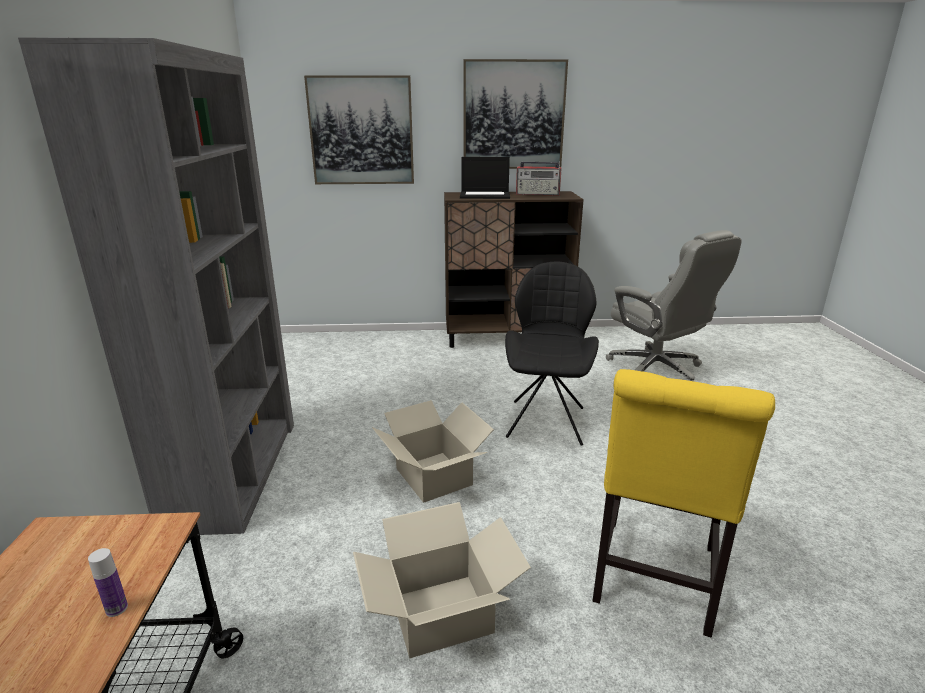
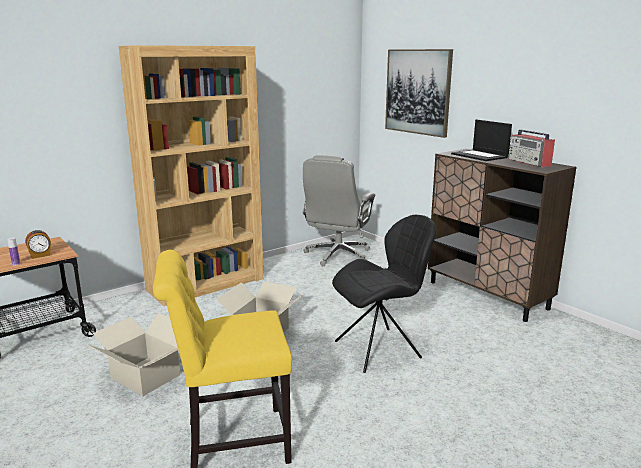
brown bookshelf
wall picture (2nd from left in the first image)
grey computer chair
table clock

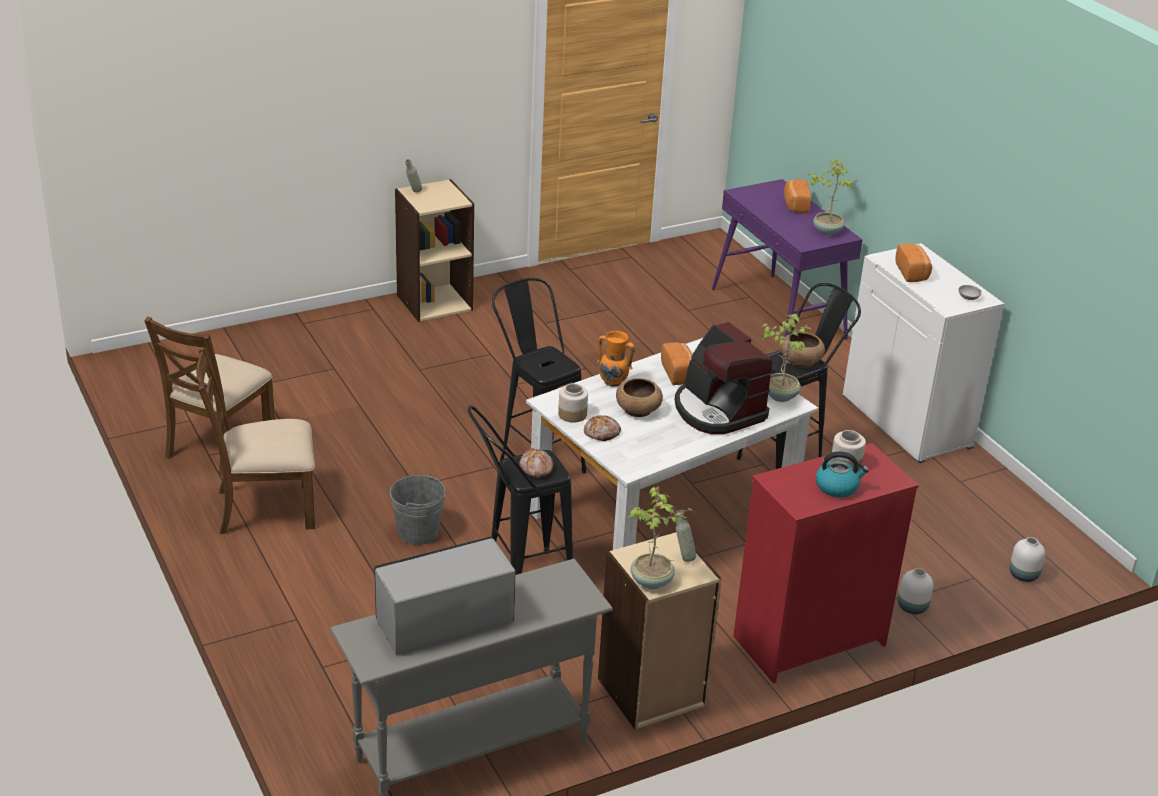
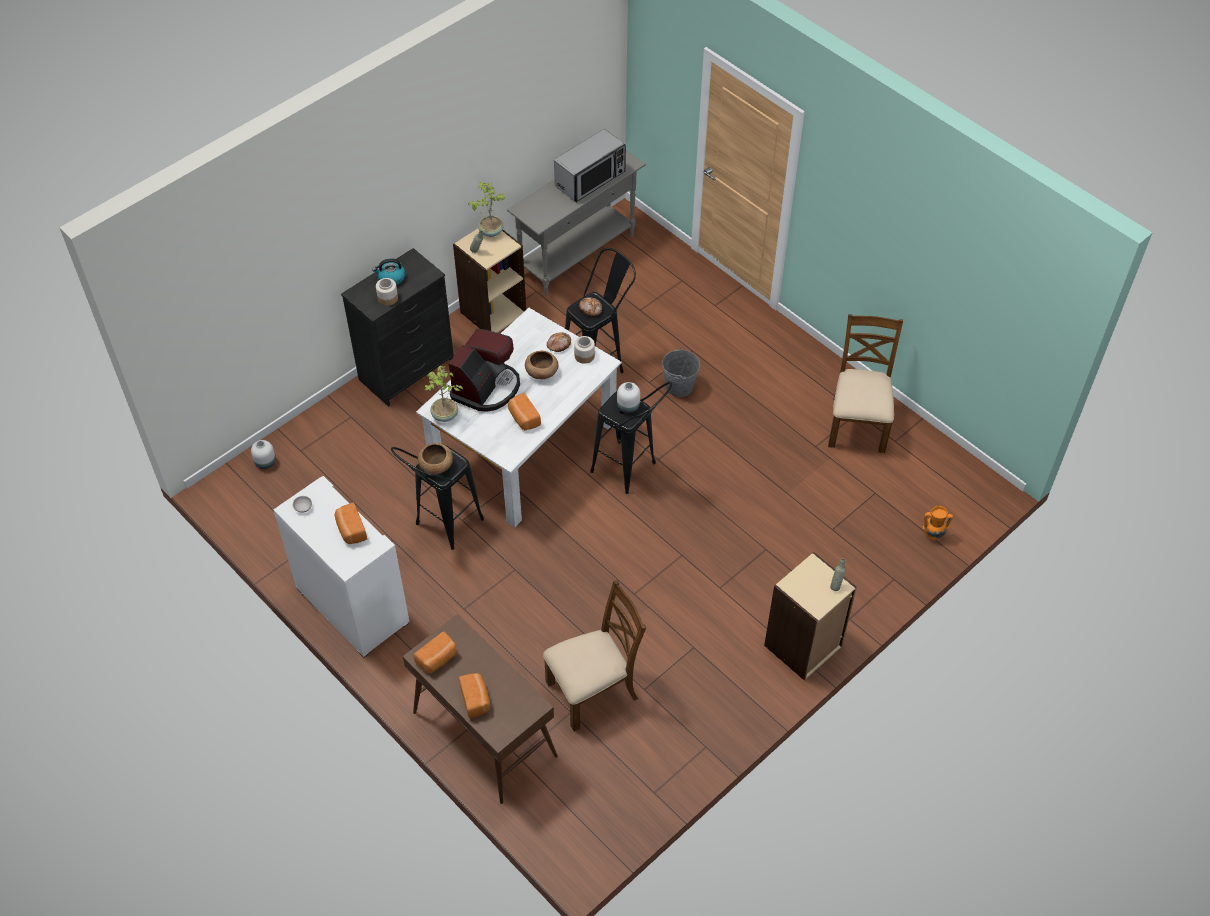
bakery bread (2nd from left)
brown console table
coffee brewer
orange-coloured flower vase
brown upright chair (1st from left)
black chest of drawers
white-coloured flower vase (2nd from left)

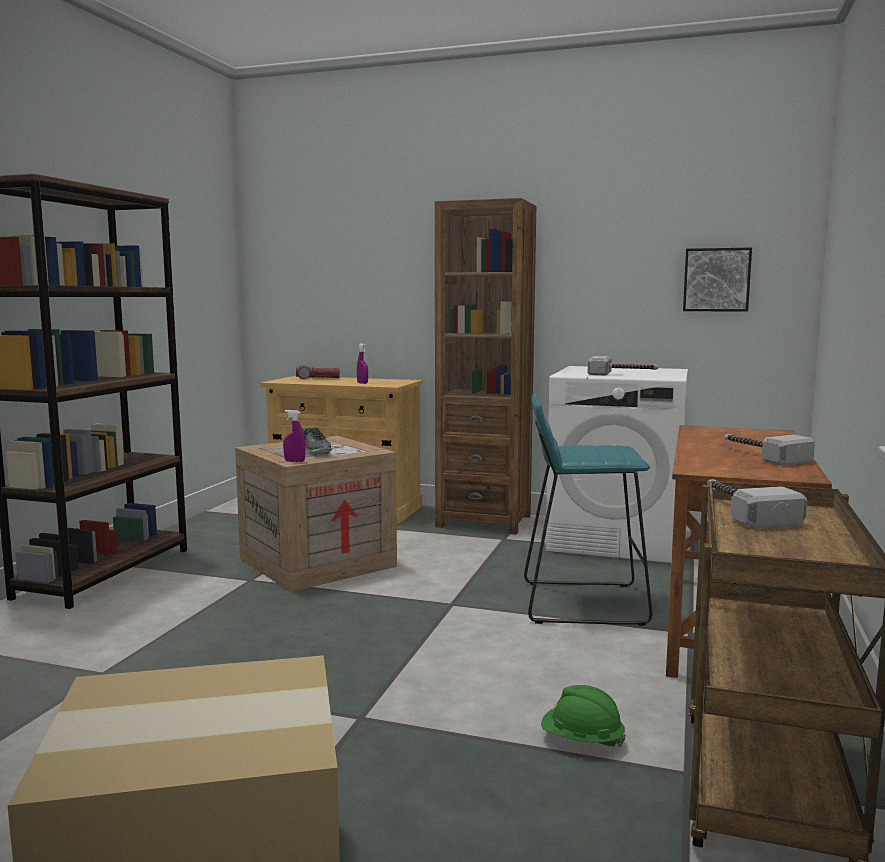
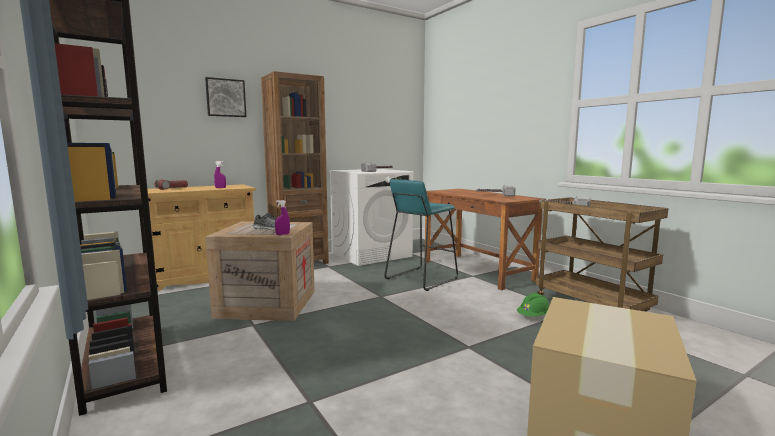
wall picture

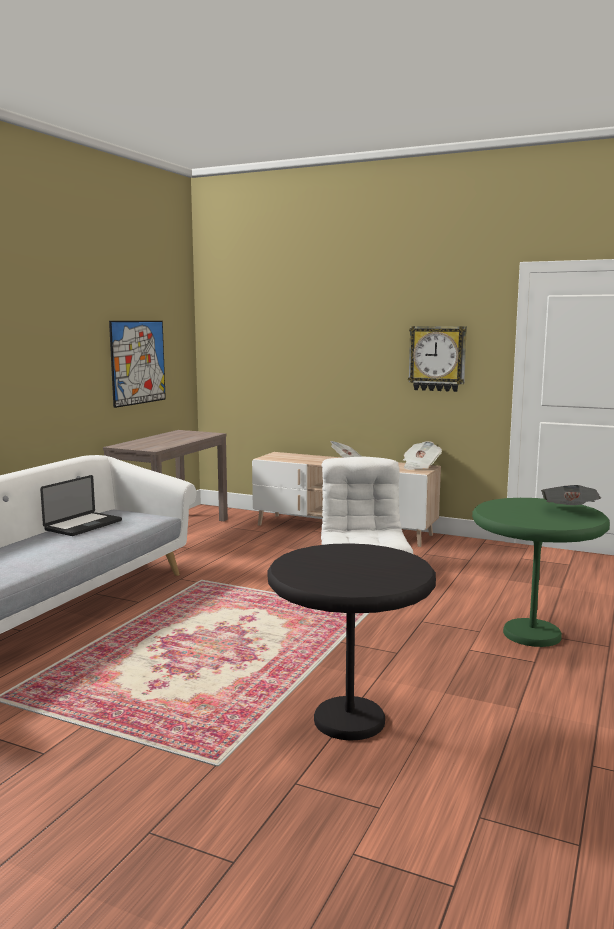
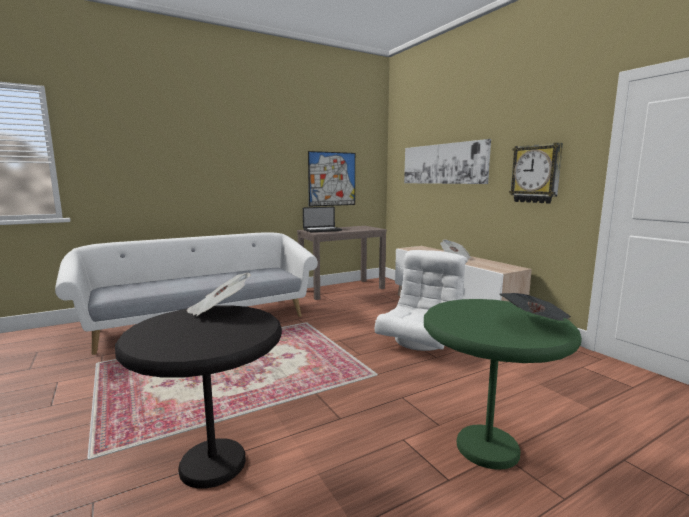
printed paper (1st from left)
laptop
wall picture (2nd from left)

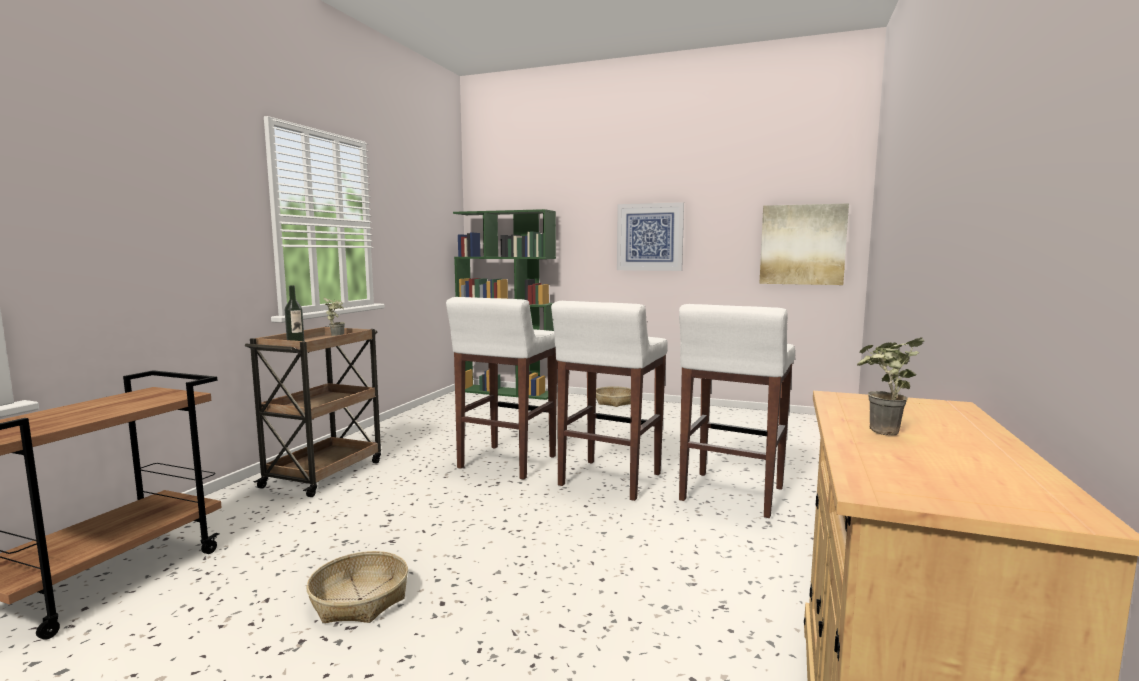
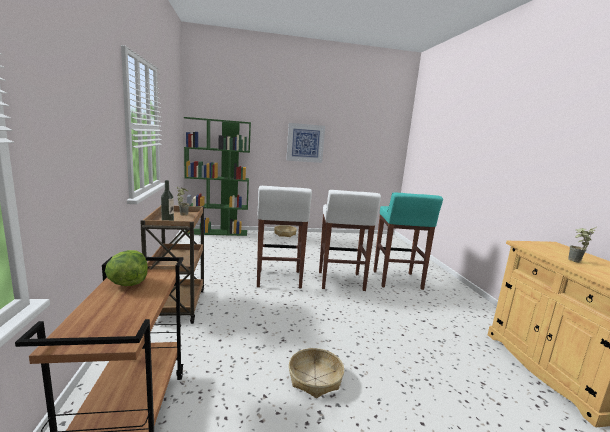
wall picture (2nd from left in the first image)
blue-green sitting stool
lettuce

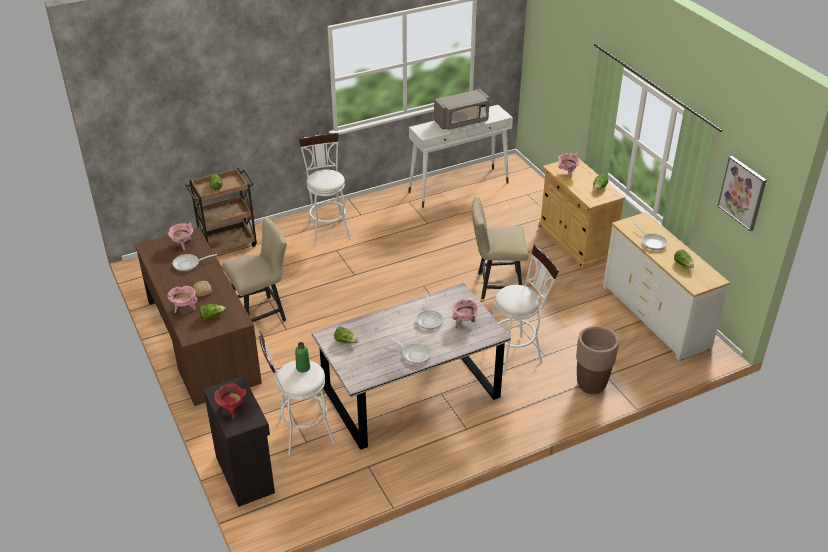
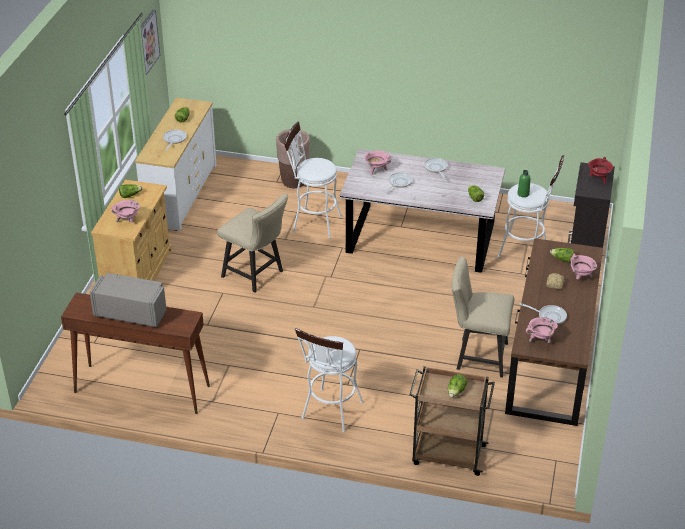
brown console table

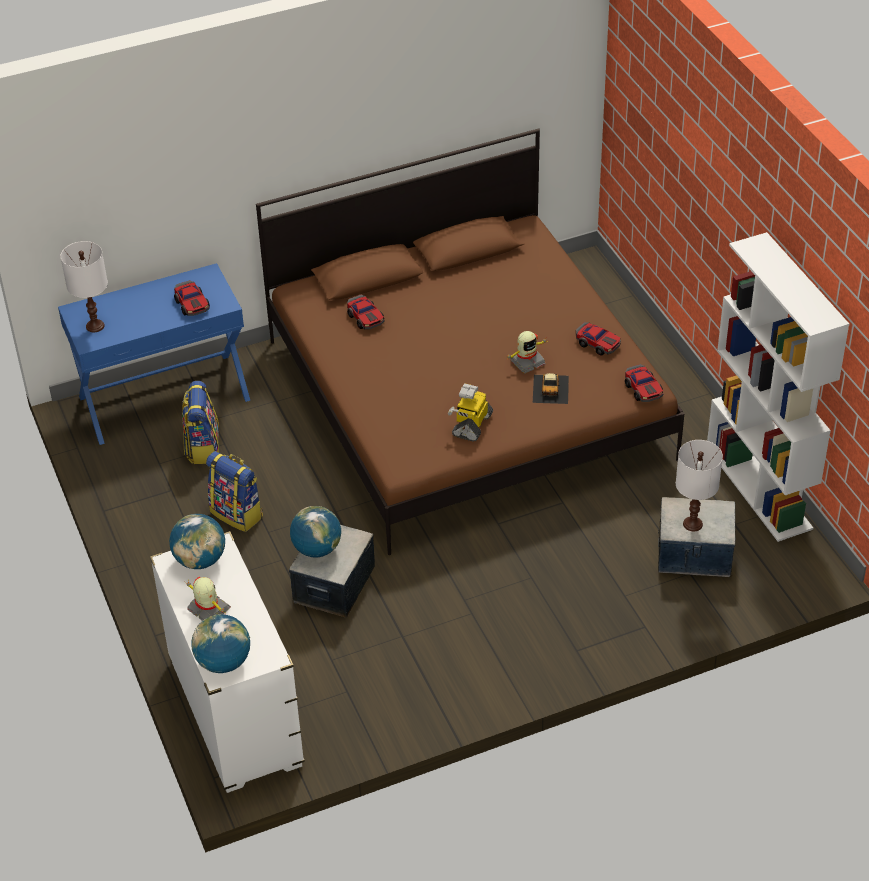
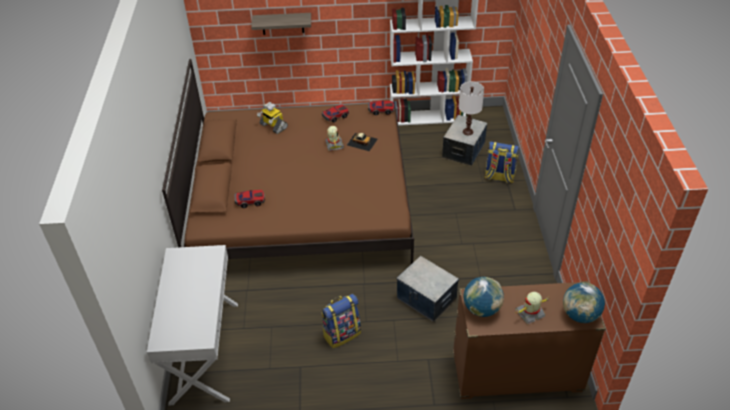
white-coloured tabletop lamp (1st from left in the first image)
white-coloured console table
model car (1st from left in the first image)
knapsack (2nd from left)
toy robot (1st from left)
desk globe (3rd from left in the first image)
brown chest of drawers
shelf

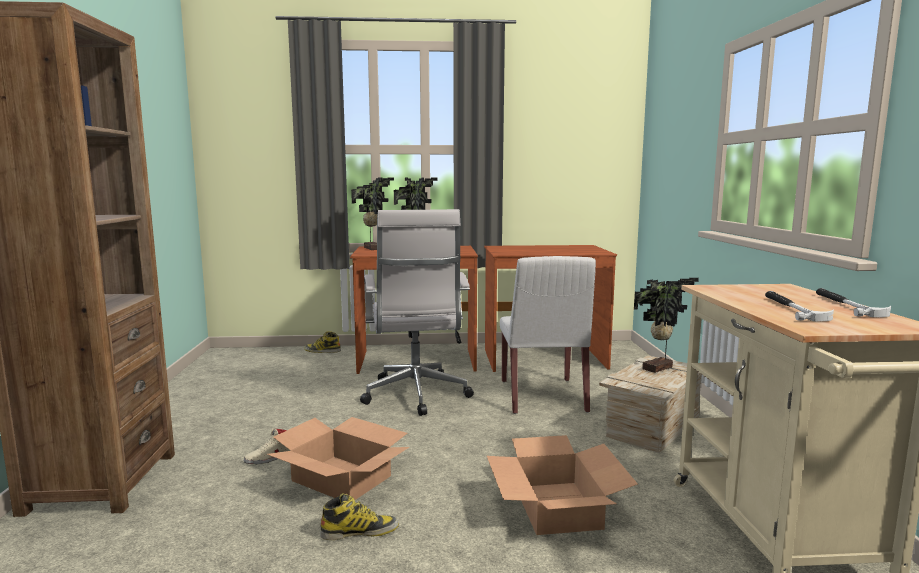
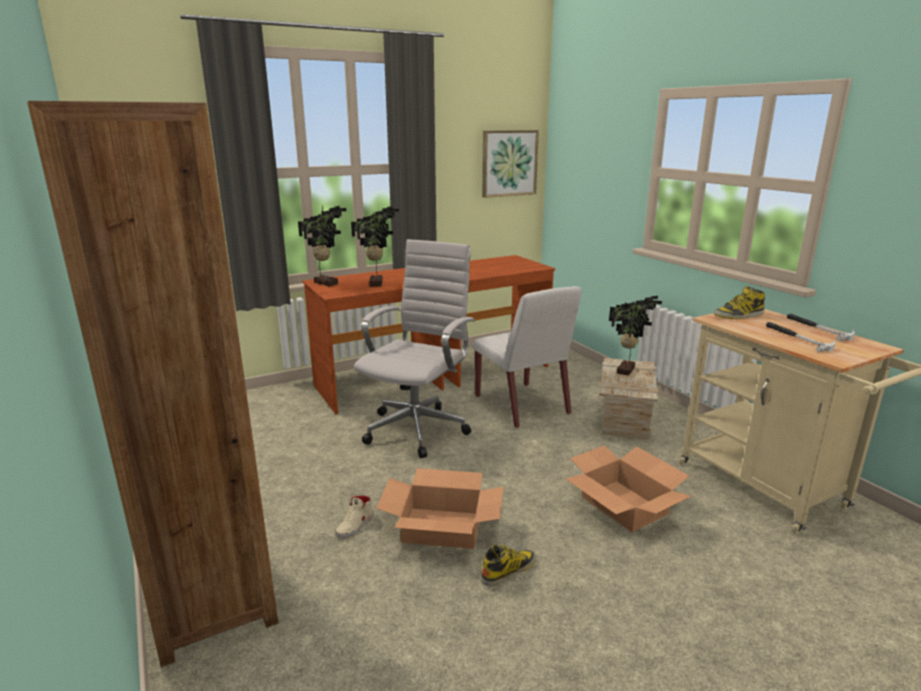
white-coloured computer chair
tall boot (2nd from left)
wall picture

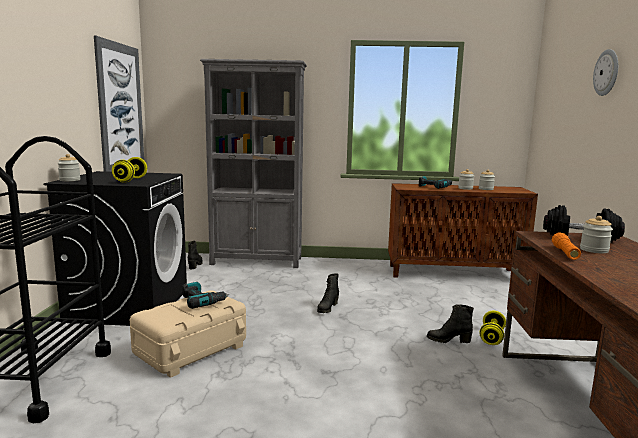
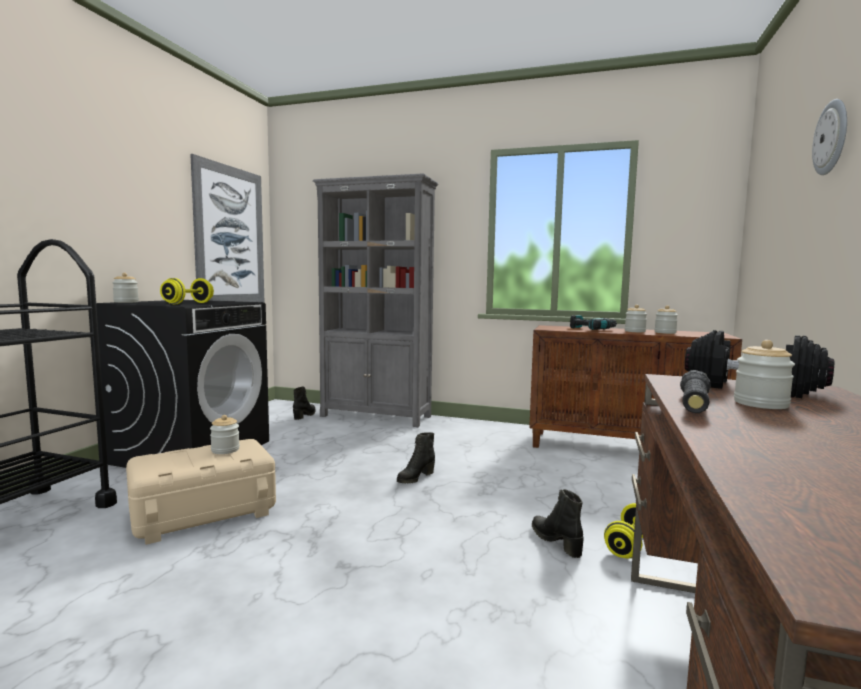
black torch
preserve jar (2nd from left)
black tall boot (3rd from left)

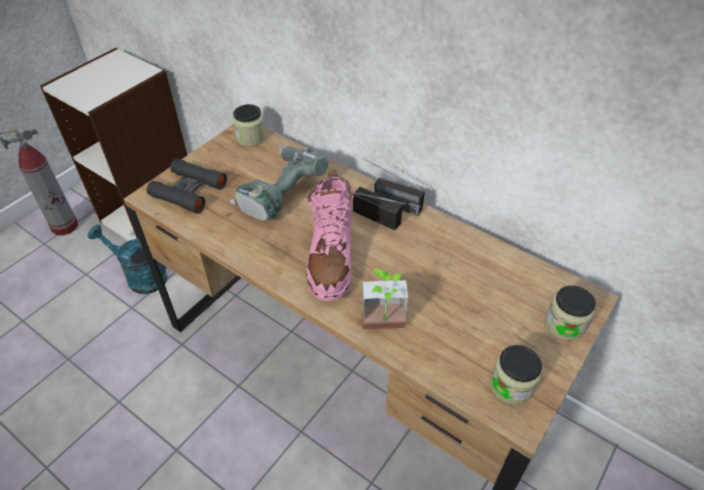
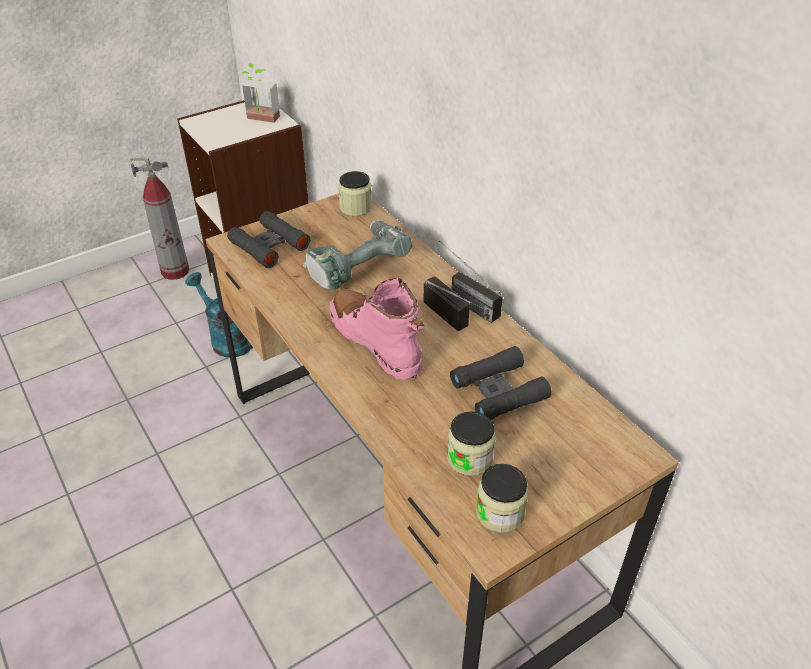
pinkish tall boot
plant in a pot
preserve jar (2nd from left)
black binoculars (2nd from left)

